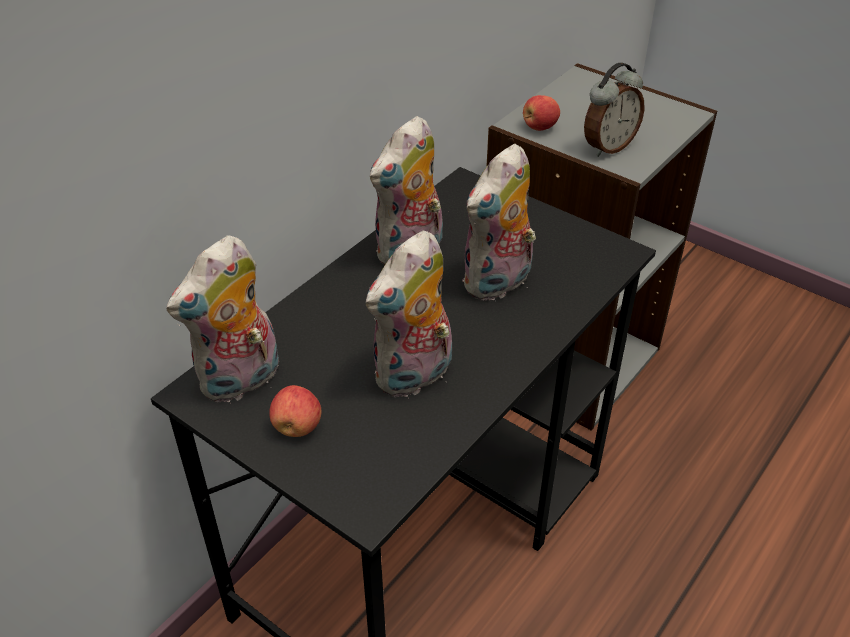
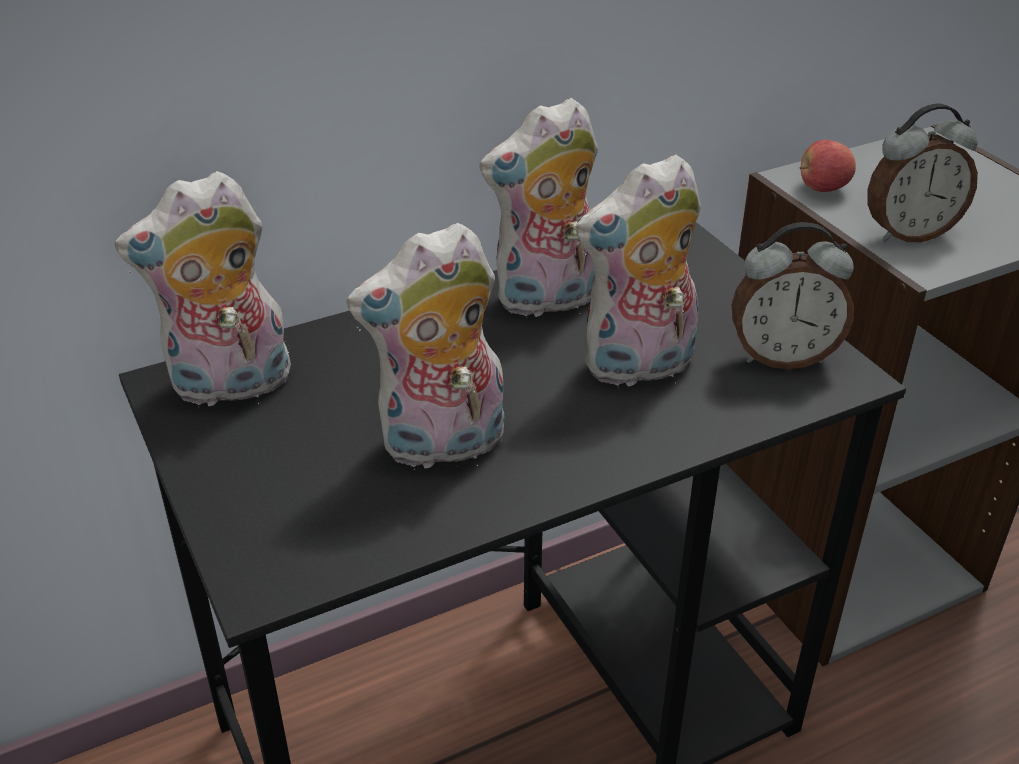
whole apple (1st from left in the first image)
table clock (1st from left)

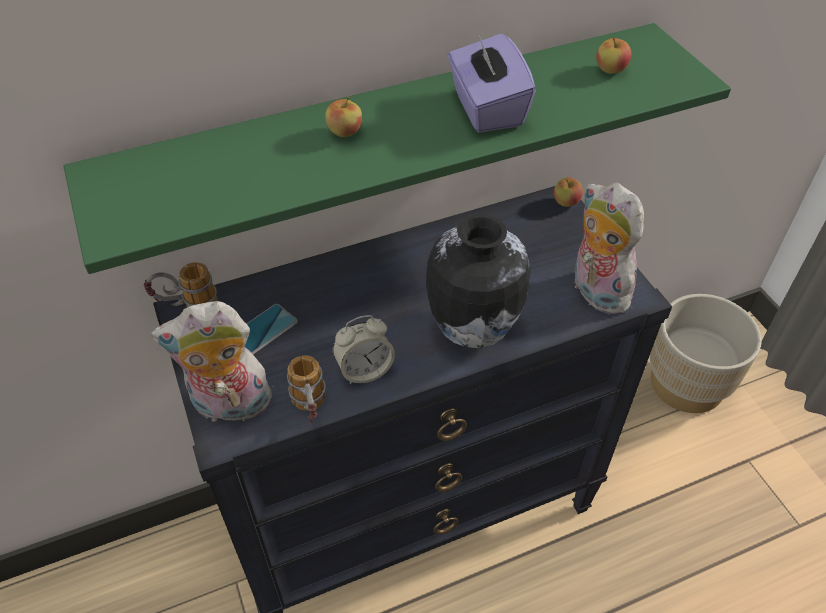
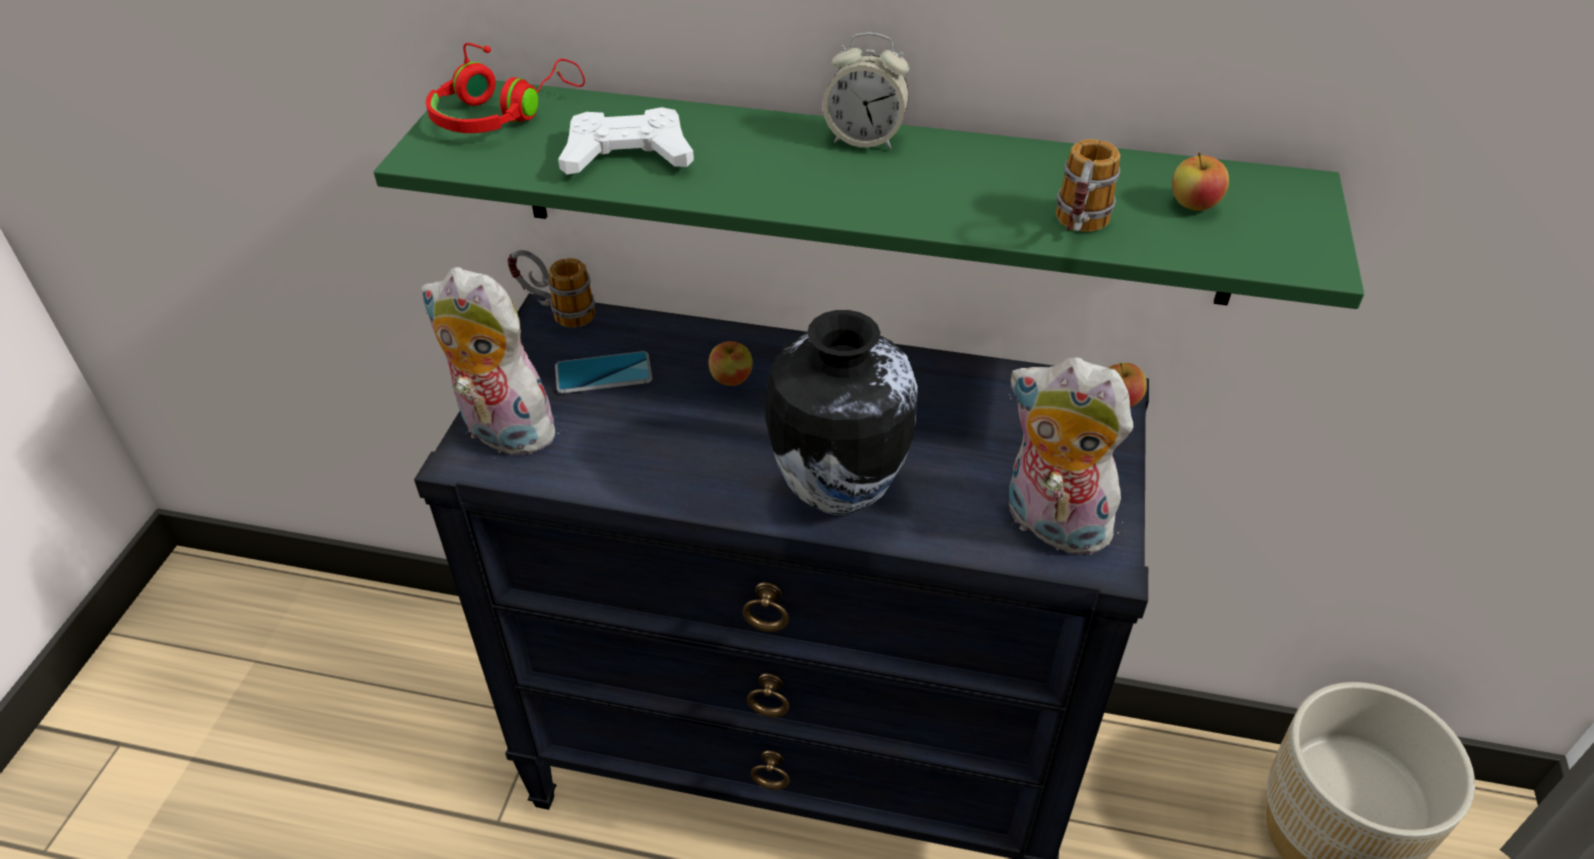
purple box of tissues
whole apple (1st from left)
plush toy (2nd from left)
table clock
mug (2nd from left)
reddish pair of headphones
white-coloured gamepad

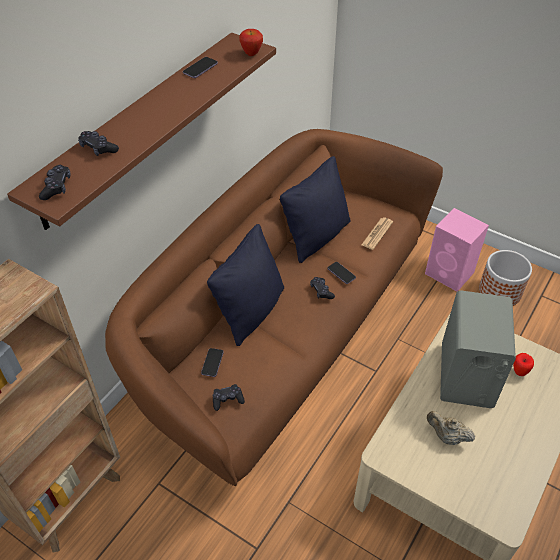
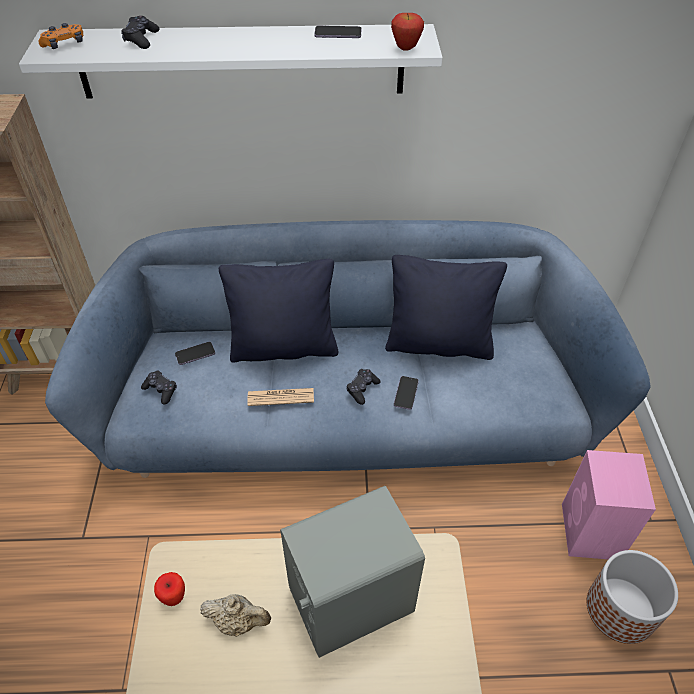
white-coloured shelf
blue couch
orange-coloured gamepad
printed paper
whole apple (1st from left)
beige-coloured pot for tea

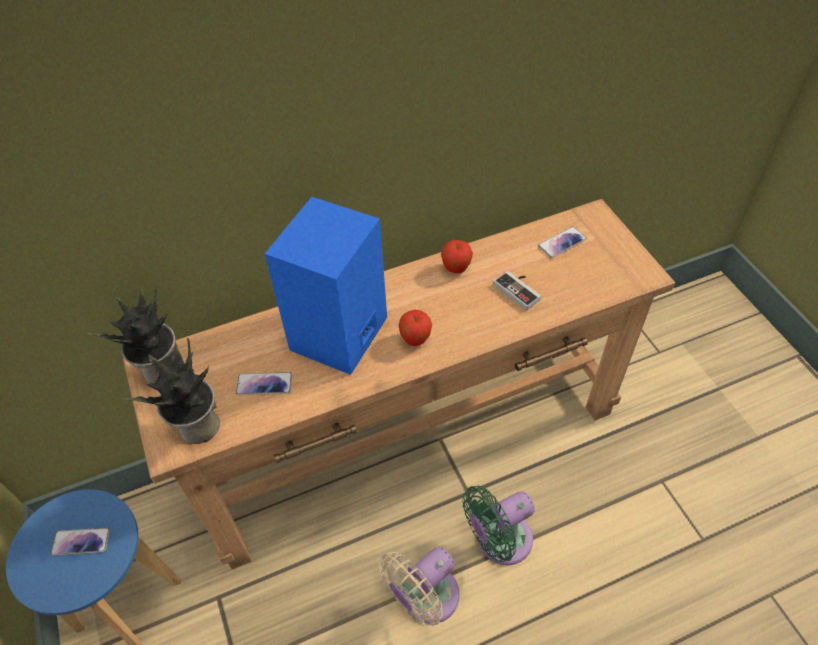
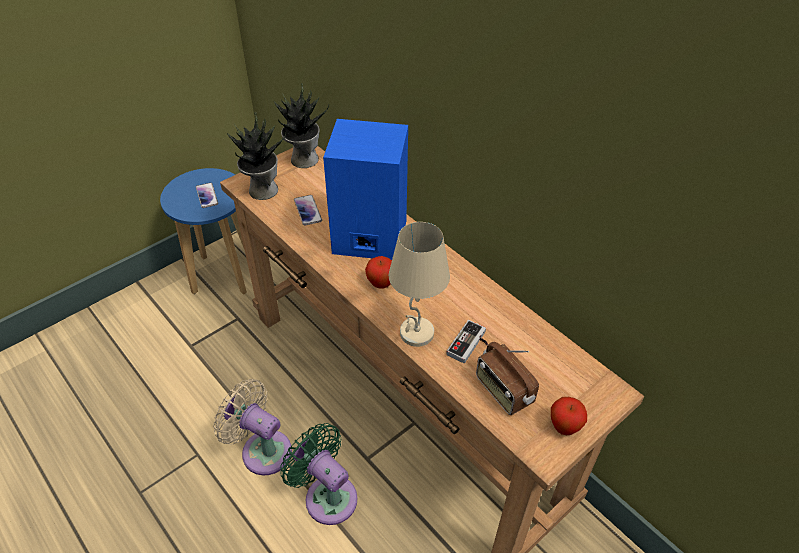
phone (3rd from left in the first image)
whole apple (2nd from left)
beige-coloured tabletop lamp
radio set

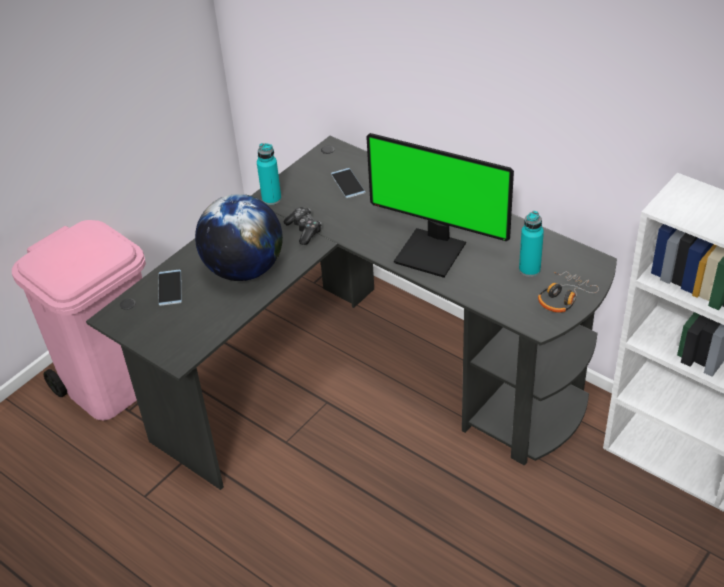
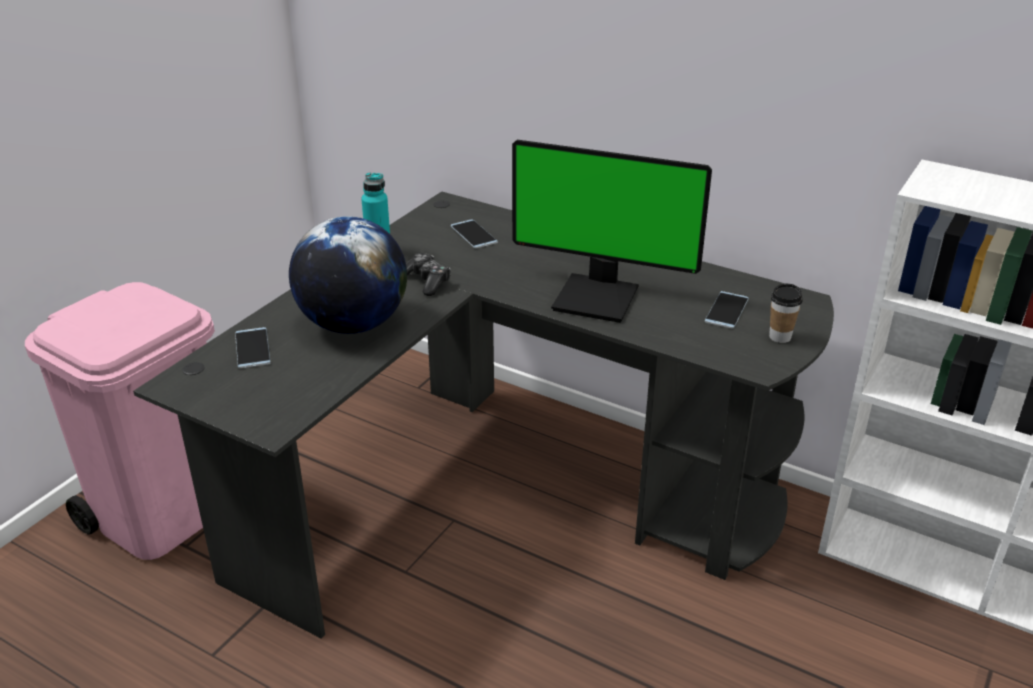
phone (3rd from left)
drinking cup

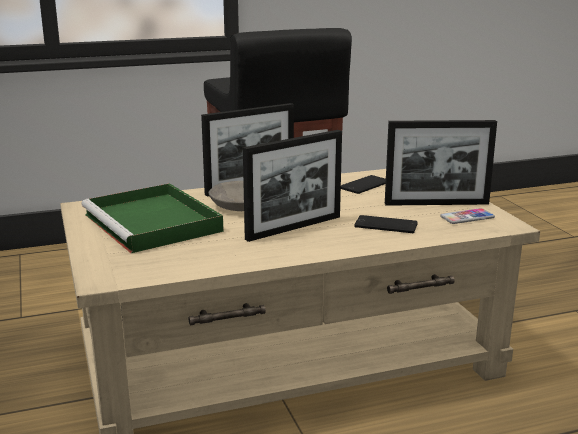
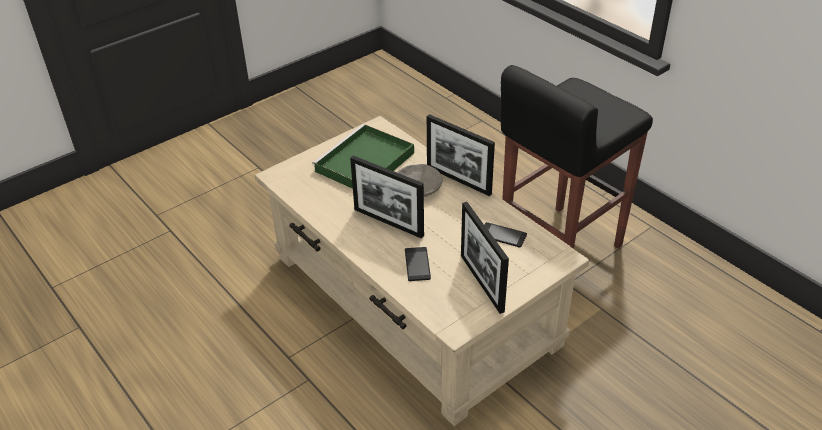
phone (3rd from left in the first image)

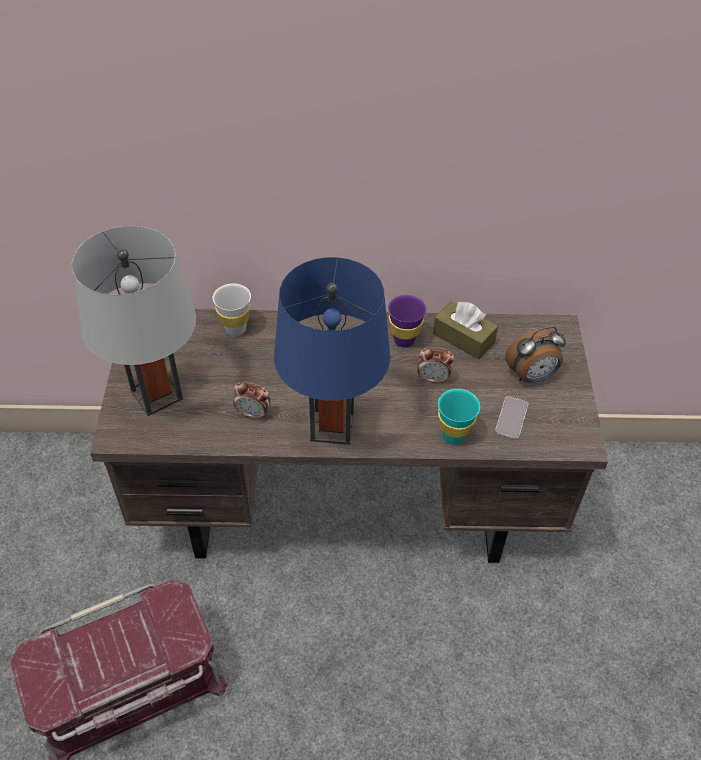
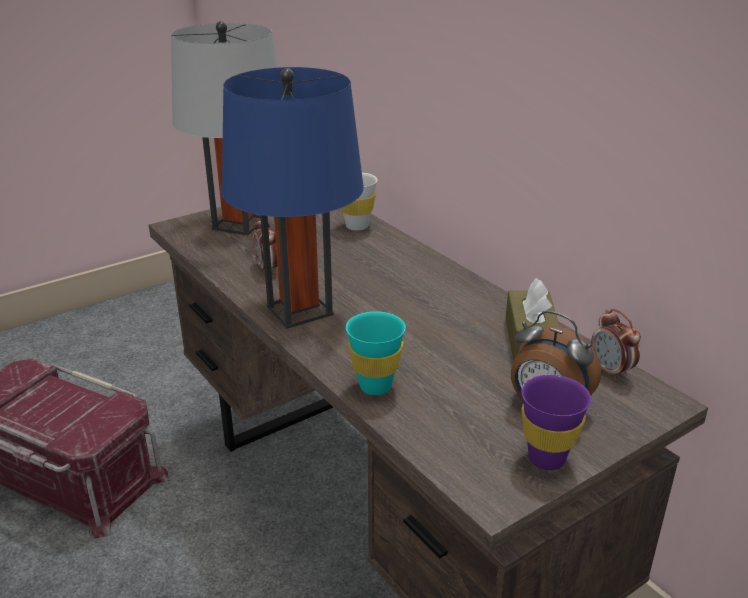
purple drinking cup
table clock (3rd from left)
phone

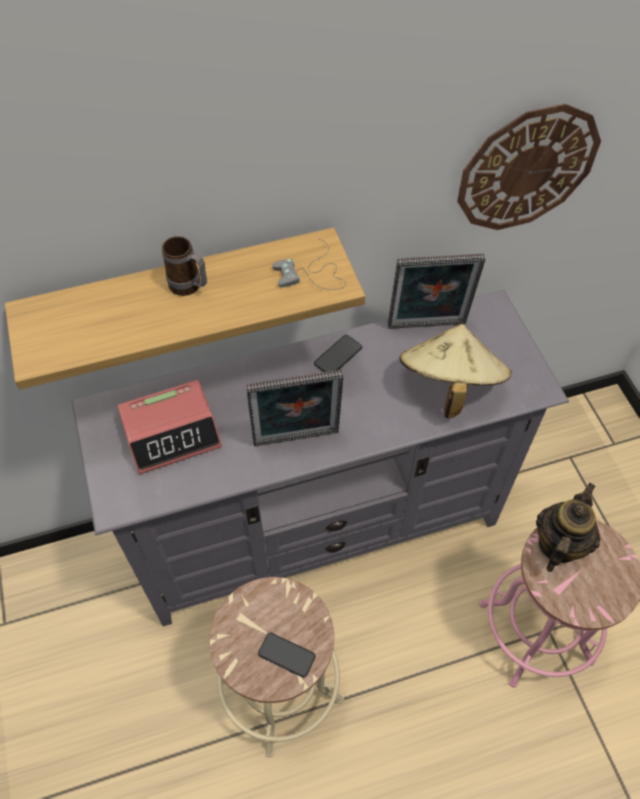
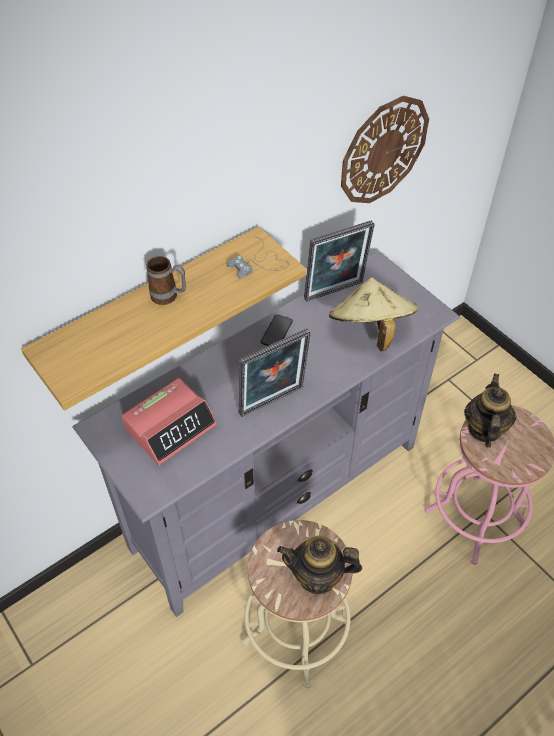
pot for tea (1st from left)

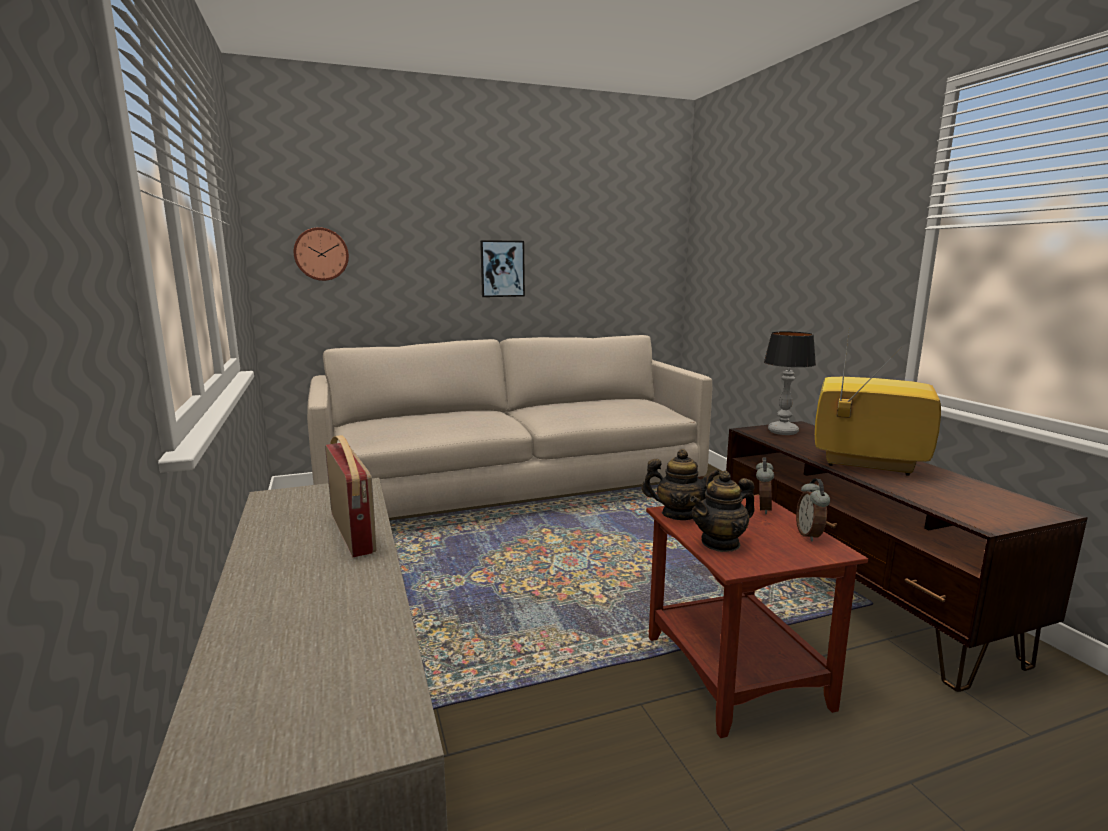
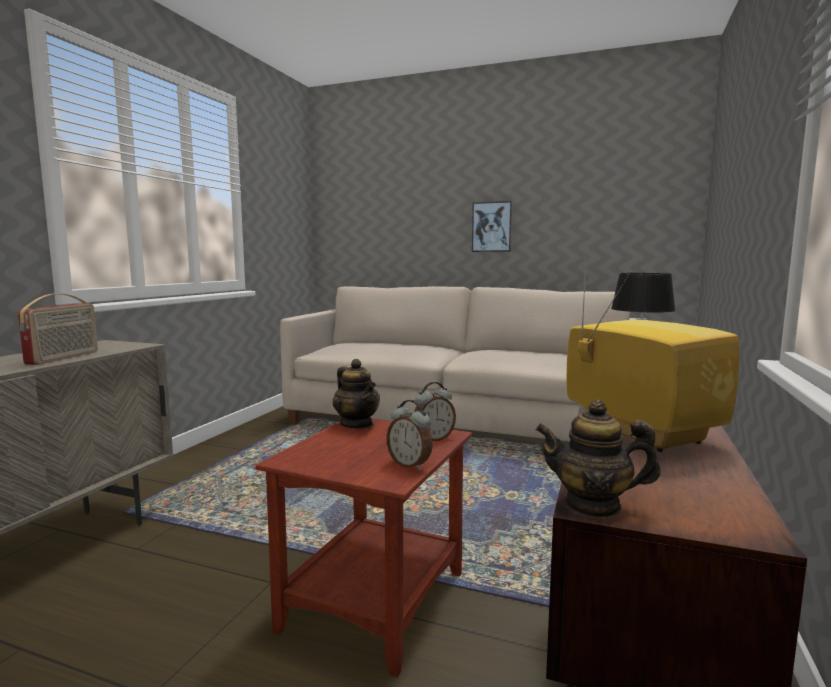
wall clock
pot for tea (2nd from left)
table clock (1st from left)

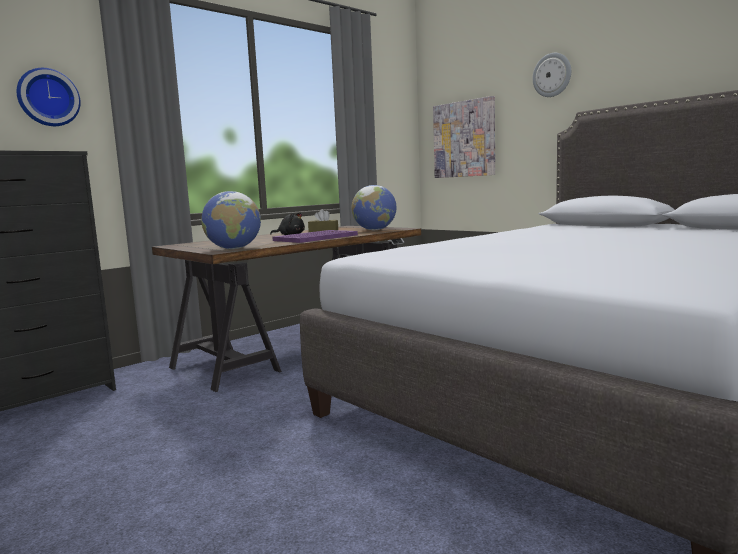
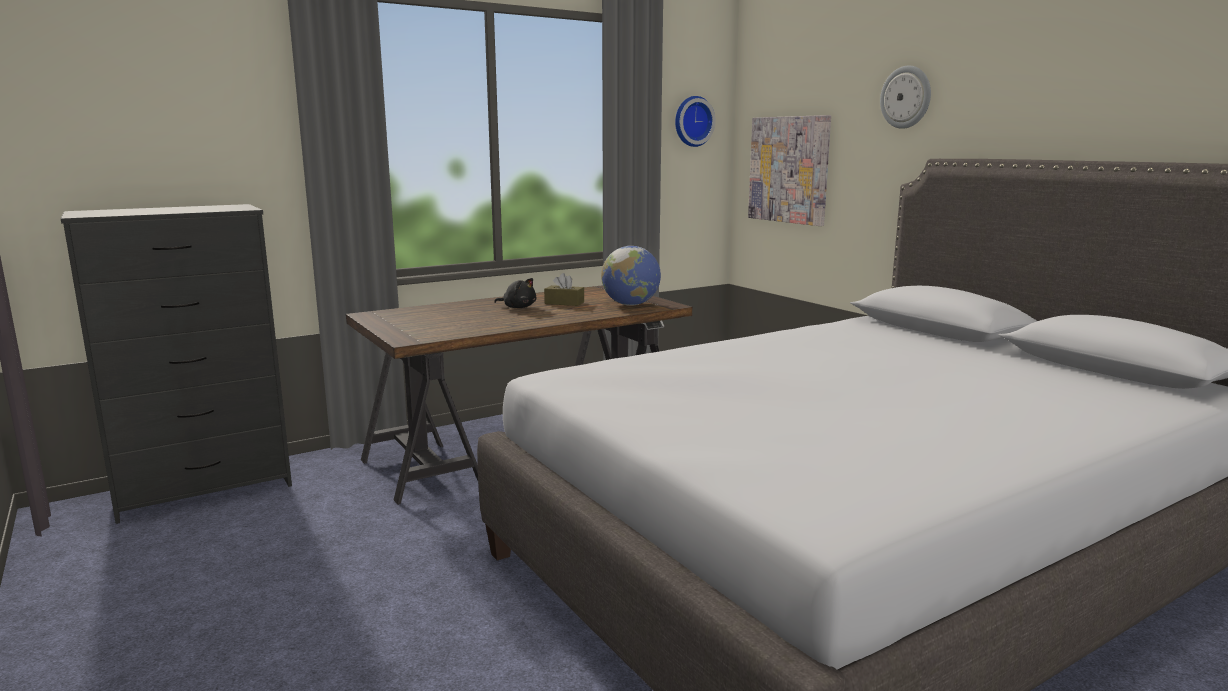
wall clock (1st from left)
desk globe (1st from left in the first image)
purple tray

